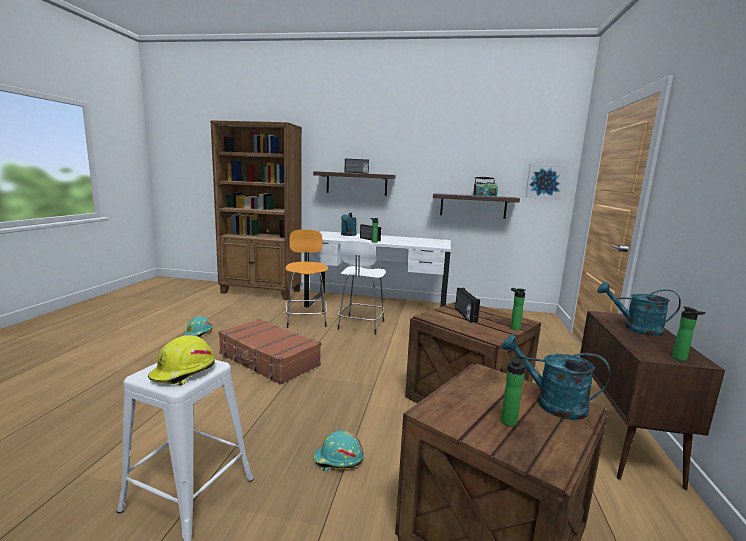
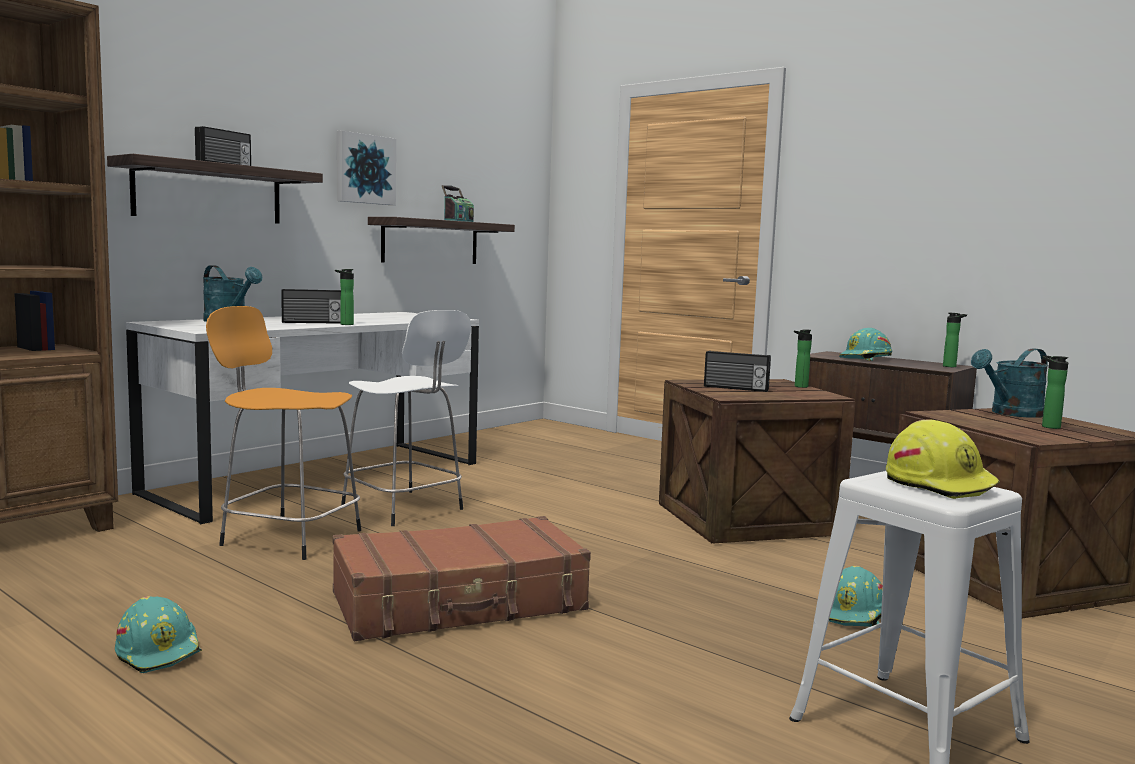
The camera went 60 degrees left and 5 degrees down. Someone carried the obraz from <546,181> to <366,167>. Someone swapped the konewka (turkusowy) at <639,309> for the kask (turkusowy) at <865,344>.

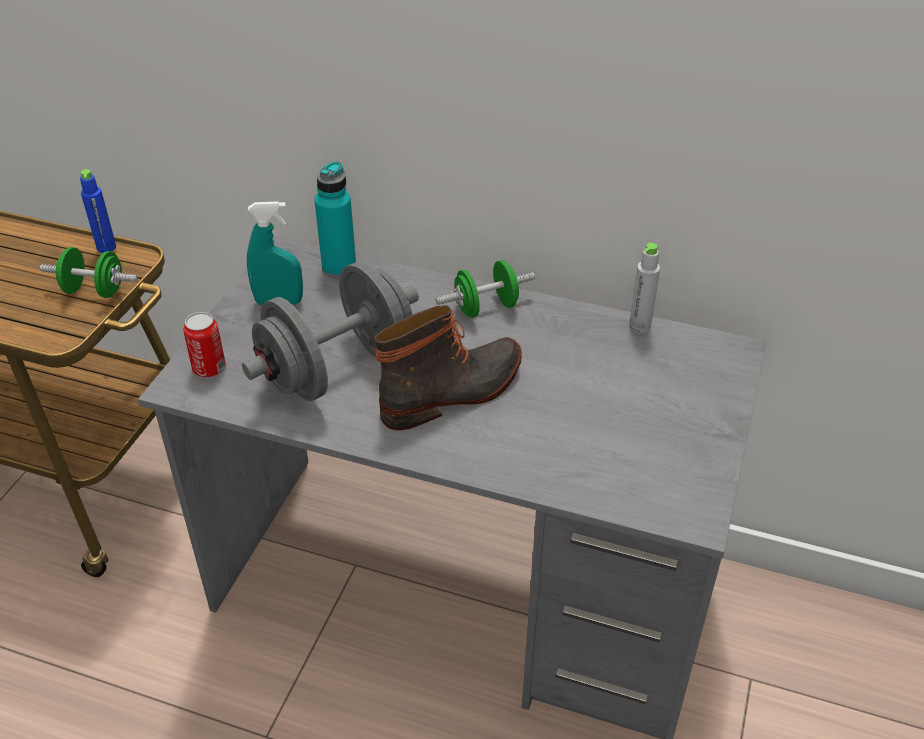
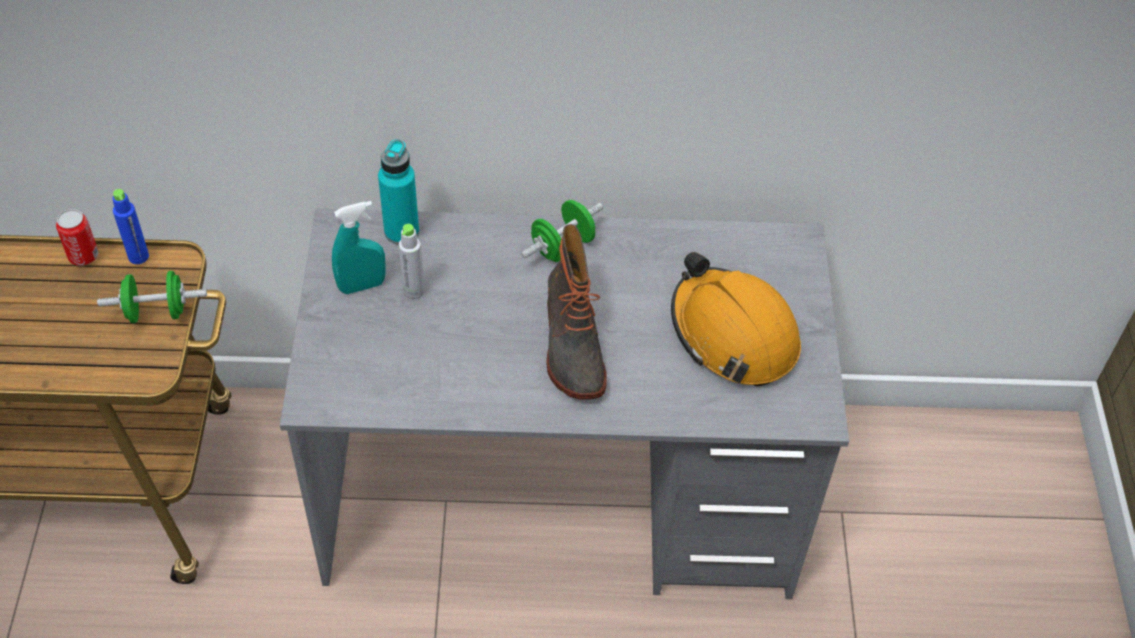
The camera went 20 degrees left and 10 degrees up. Someone carried the puszka from <204,344> to <77,237>. Someone took away the hantel (szary) at <330,331>. Someone rotated the but z cholewką at <448,368> by 135 degrees clockwise. Someone carried the butelka (szary) from <644,288> to <411,262>. Someone put down the kask (pomarańczowy) at <736,319>.

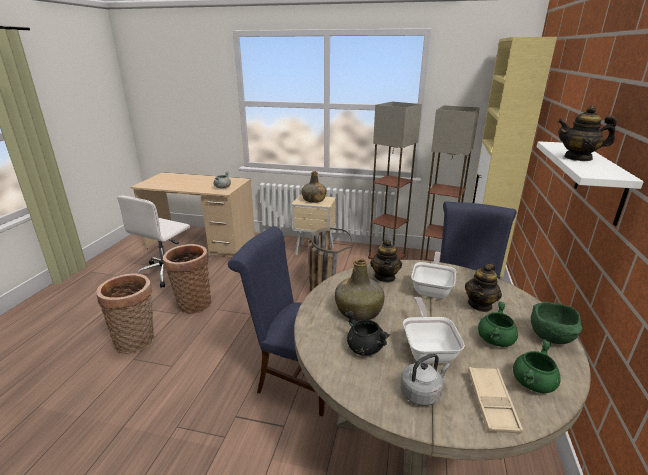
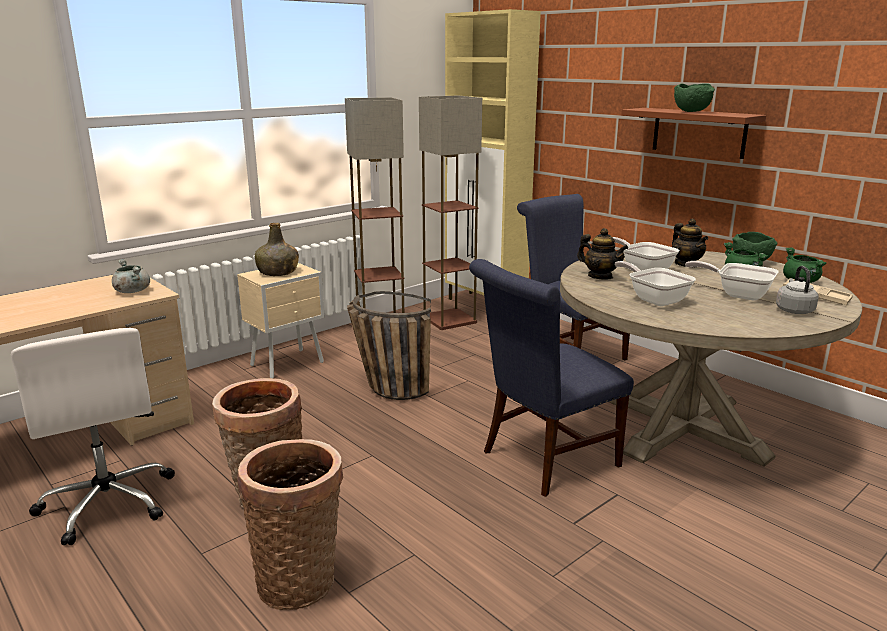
The camera went 55 degrees left and 5 degrees down. Someone swapped the butelka (zielony) at <360,289> for the patelnia at <655,283>. Someone took away the garnek (czarny) at <367,333>. Someone repainted the półka (biały) at <590,183>, which became the półka (brązowy) at <694,133>. Someone swapped the imbryk at <587,133> for the miska (zielony) at <694,97>.

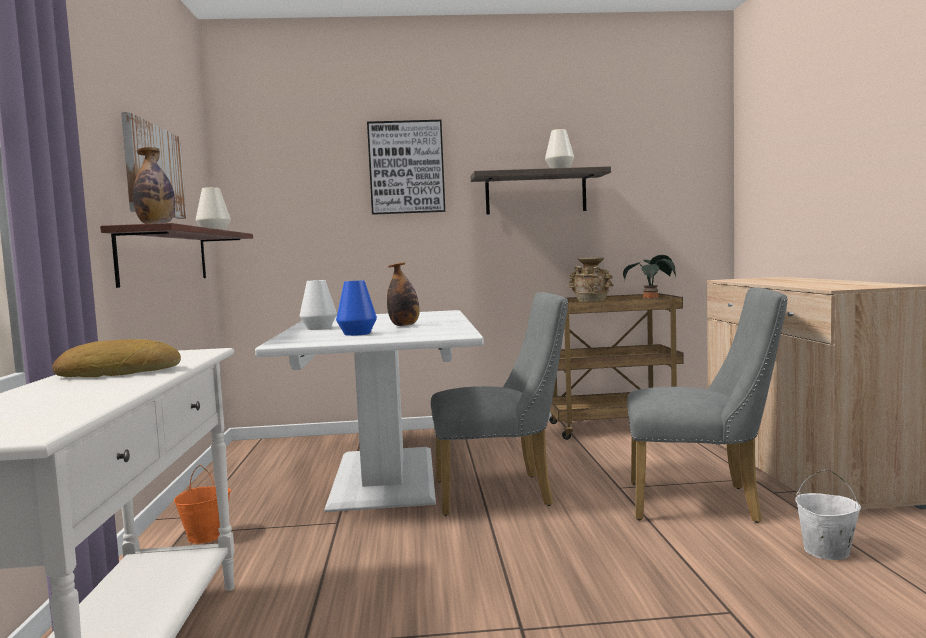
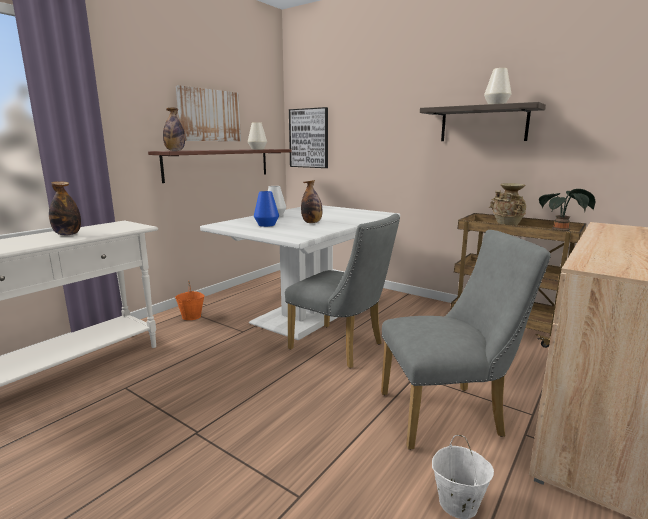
The camera went 40 degrees right and 10 degrees up. Someone swapped the chleb at <116,358> for the butelka at <65,208>. Someone carried the obraz from <406,167> to <308,137>. Someone rotated the krzesło (szary) at <707,405> by 60 degrees counterclockwise.

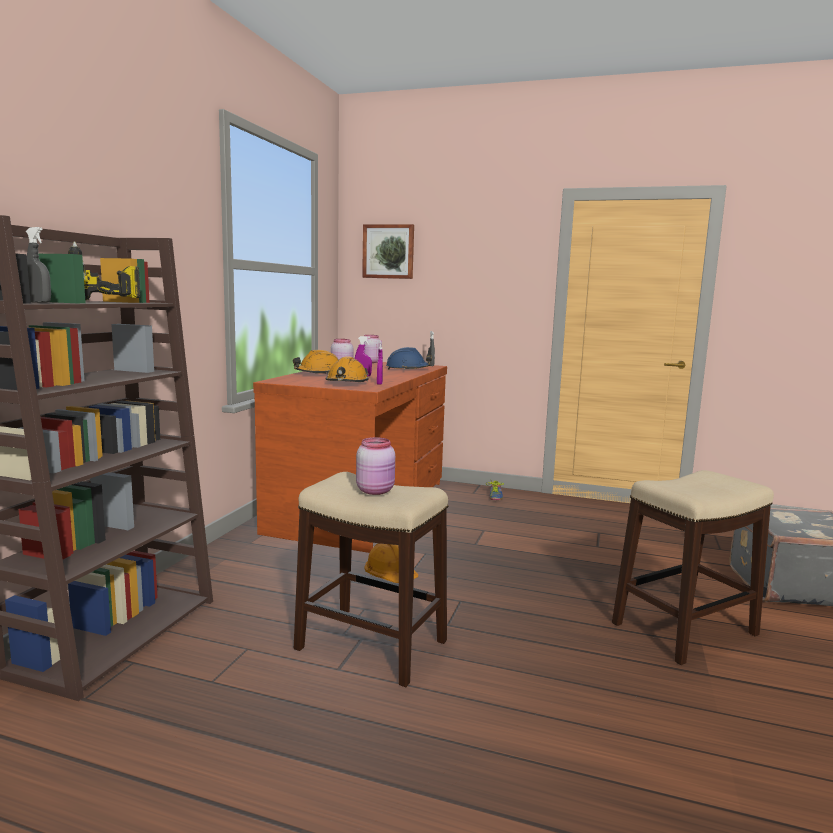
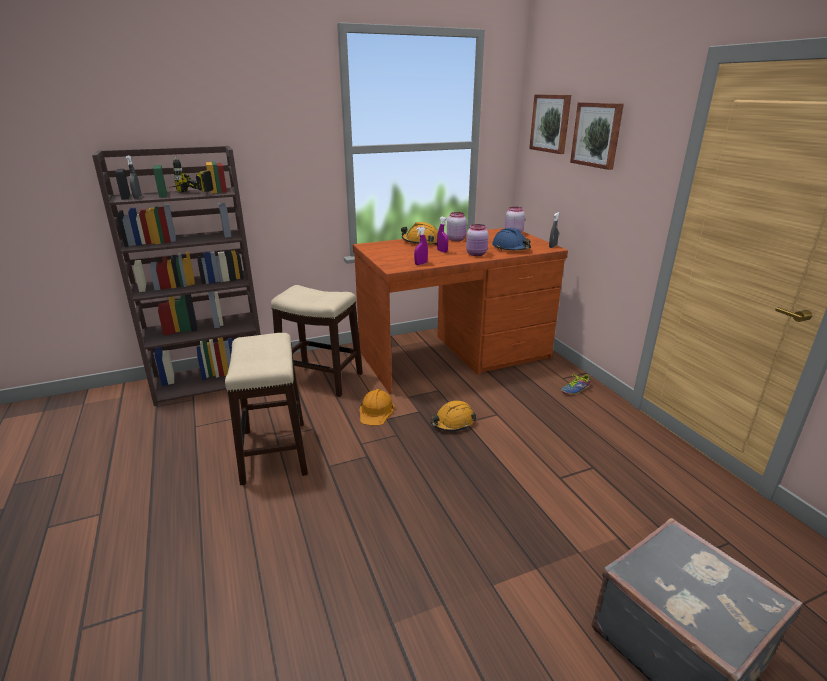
The camera went 50 degrees right and 15 degrees up. Someone carried the kask (pomarańczowy) from <347,369> to <453,415>. Someone carried the słoik (różowy) from <375,466> to <477,240>. Someone carried the stołek from <693,567> to <317,341>. Someone put up the obraz at <597,136>.

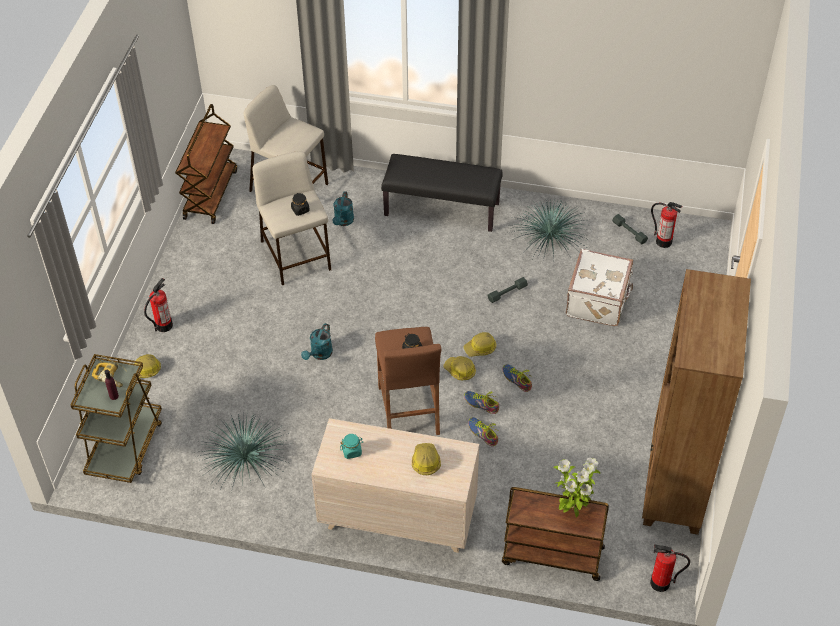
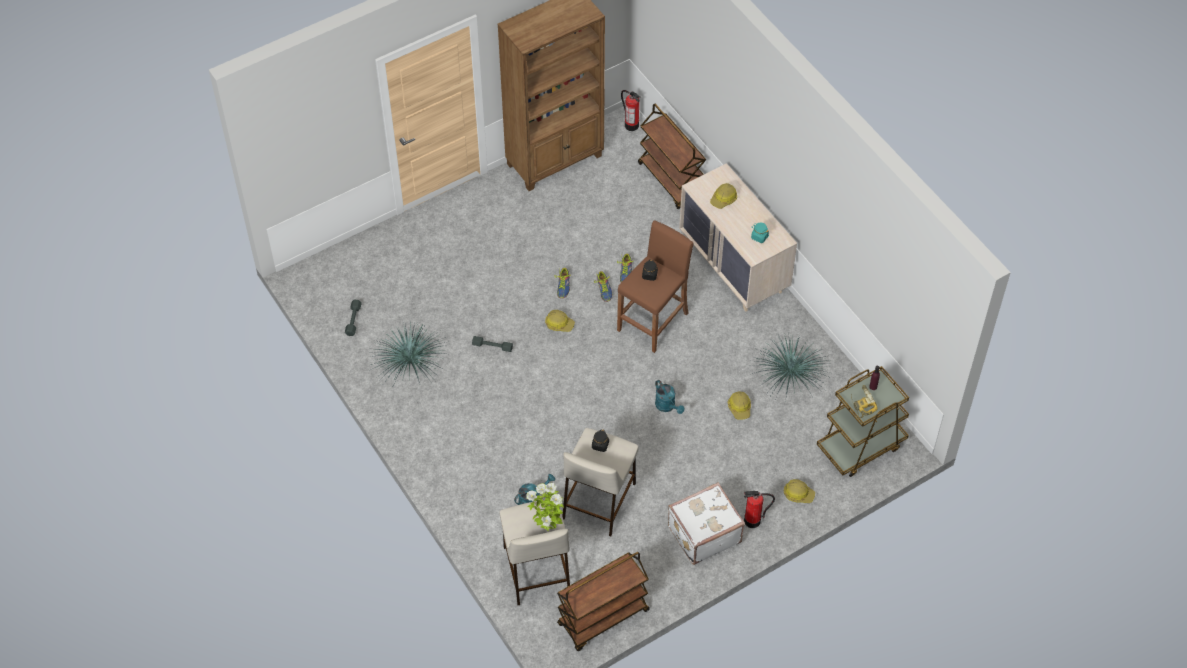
The camera went 135 degrees left and 5 degrees up. Someone rotated the konewka (turkusowy) at <317,341> by 75 degrees clockwise. Someone took away the ławka (czarny) at <442,193>. Someone carried the kask from <459,368> to <739,405>. Someone carried the roślina doniczkowa from <576,488> to <545,507>. Someone carried the walizka (biały) from <599,287> to <706,523>. Someone took away the gaśnica at <666,225>.

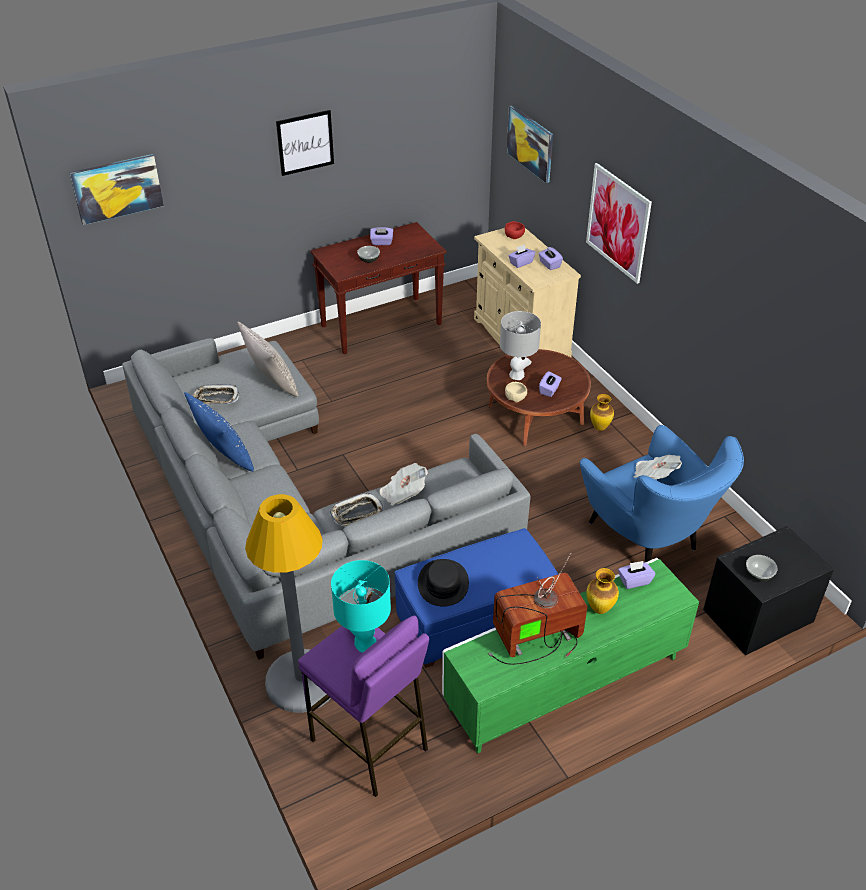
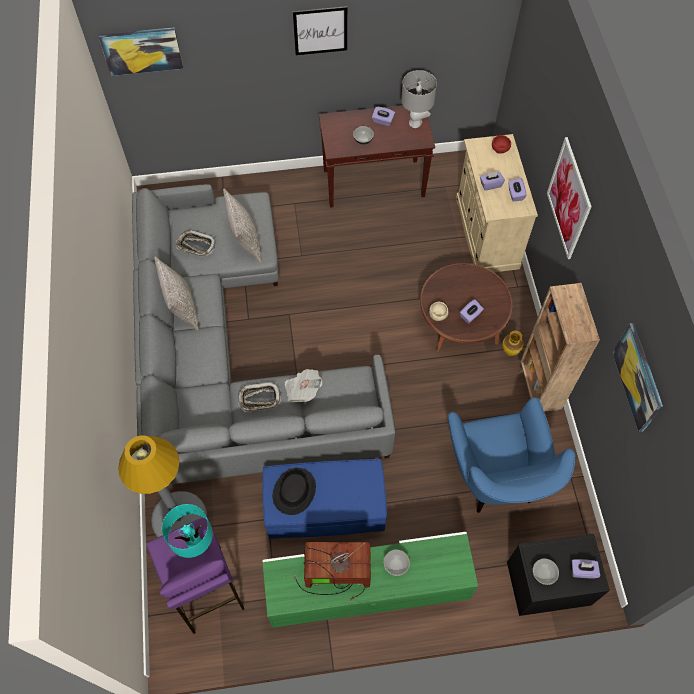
The camera went 20 degrees right and 20 degrees up. Someone repainted the poduszka (niebieski) at <219,432>, which became the poduszka (szary) at <176,293>. Someone carried the lampa stołowa (szary) from <520,345> to <419,99>. Someone carried the obraz from <530,144> to <637,377>. Someone swapped the wazon at <602,591> for the miska at <397,563>. Someone carried the pudełko chusteczek (fioletowy) from <636,575> to <586,569>. Someone took away the gazeta at <657,467>. Someone put down the regał (brązowy) at <558,347>.

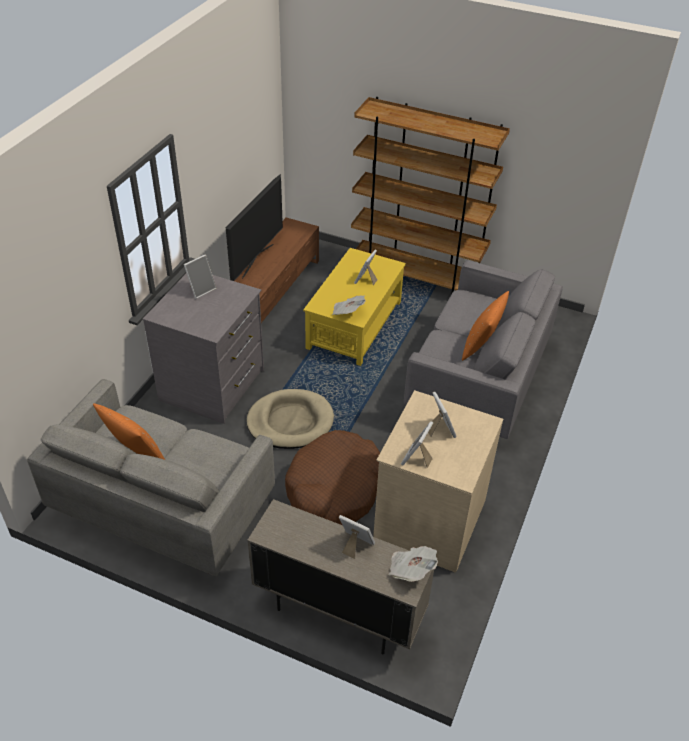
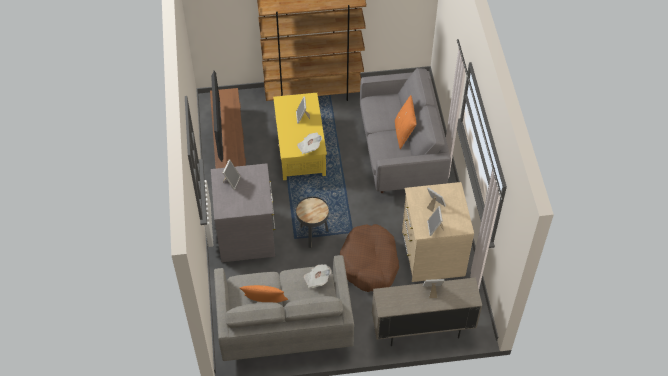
The camera went 30 degrees left and 10 degrees up. Someone swapped the legowisko (beżowy) at <290,419> for the stolik (czarny) at <312,222>. Someone carried the gazeta from <413,564> to <317,276>.

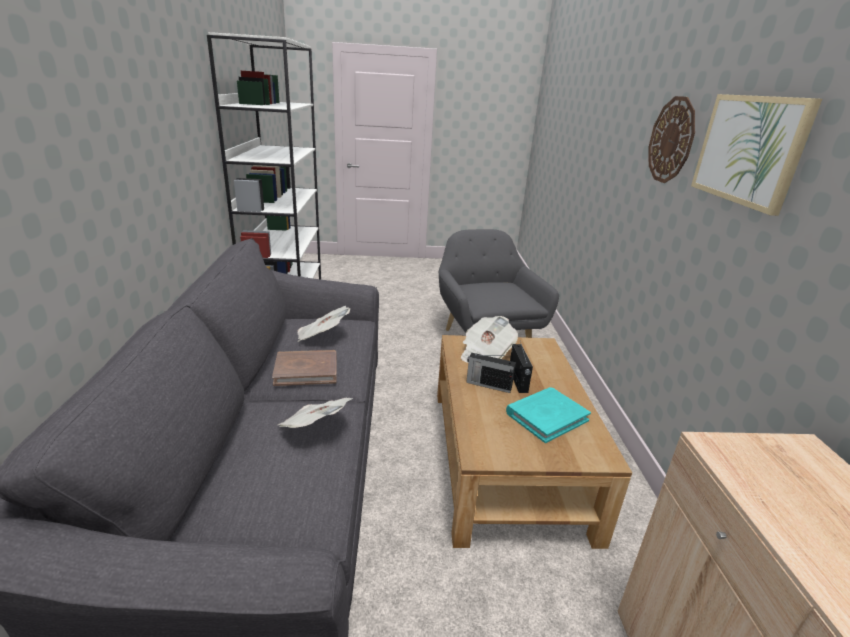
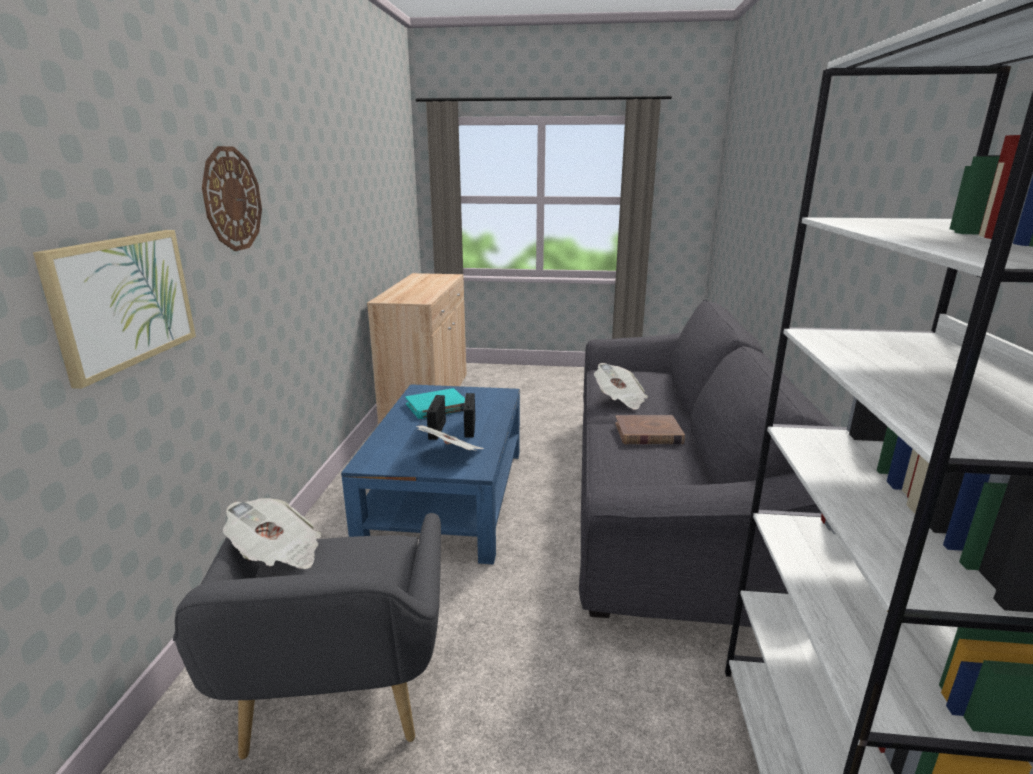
The camera went 170 degrees left and 5 degrees down. Someone carried the gazeta from <324,324> to <272,533>. Someone repainted the ława (brązowy) at <534,442>, which became the ława (niebieski) at <430,474>. Someone rotated the radio at <491,373> by 120 degrees counterclockwise. Someone carried the obraz from <756,155> to <114,309>.

